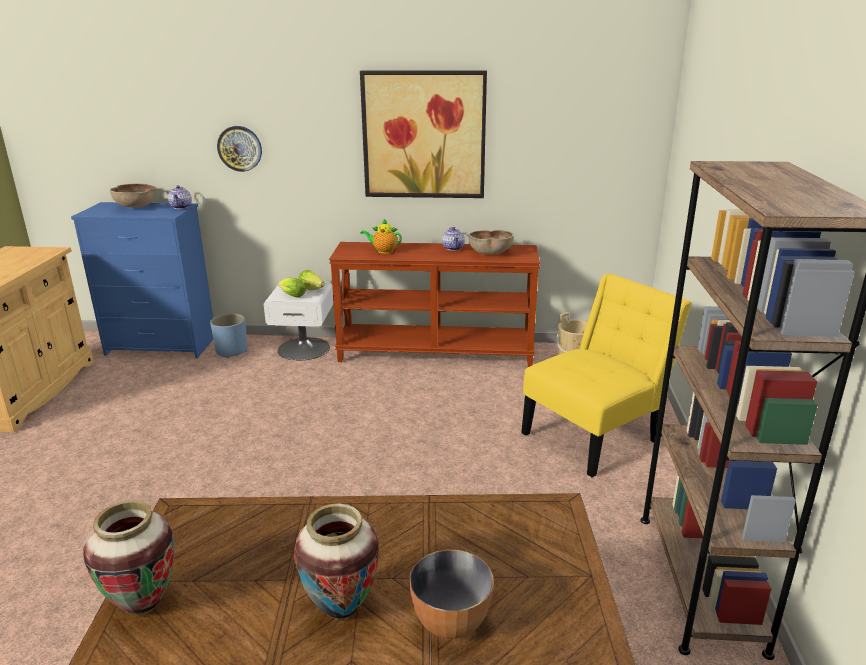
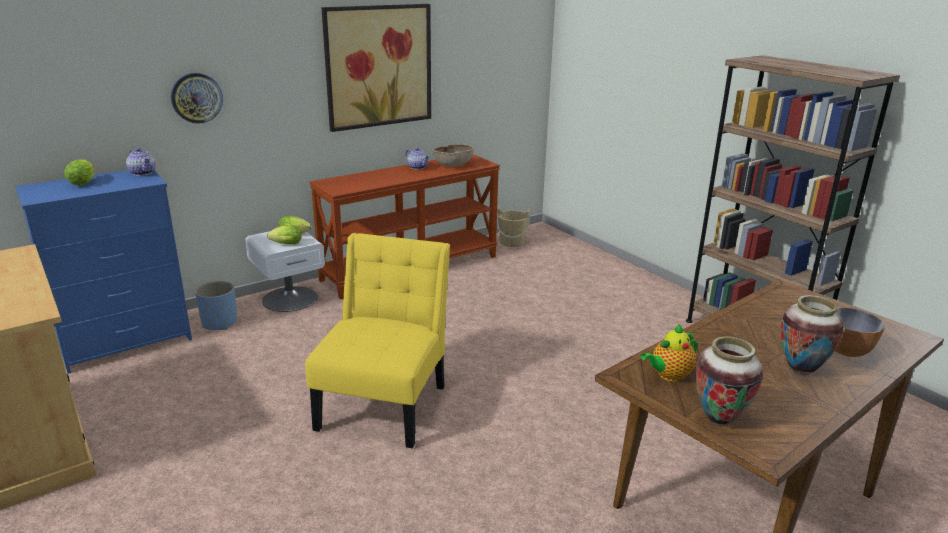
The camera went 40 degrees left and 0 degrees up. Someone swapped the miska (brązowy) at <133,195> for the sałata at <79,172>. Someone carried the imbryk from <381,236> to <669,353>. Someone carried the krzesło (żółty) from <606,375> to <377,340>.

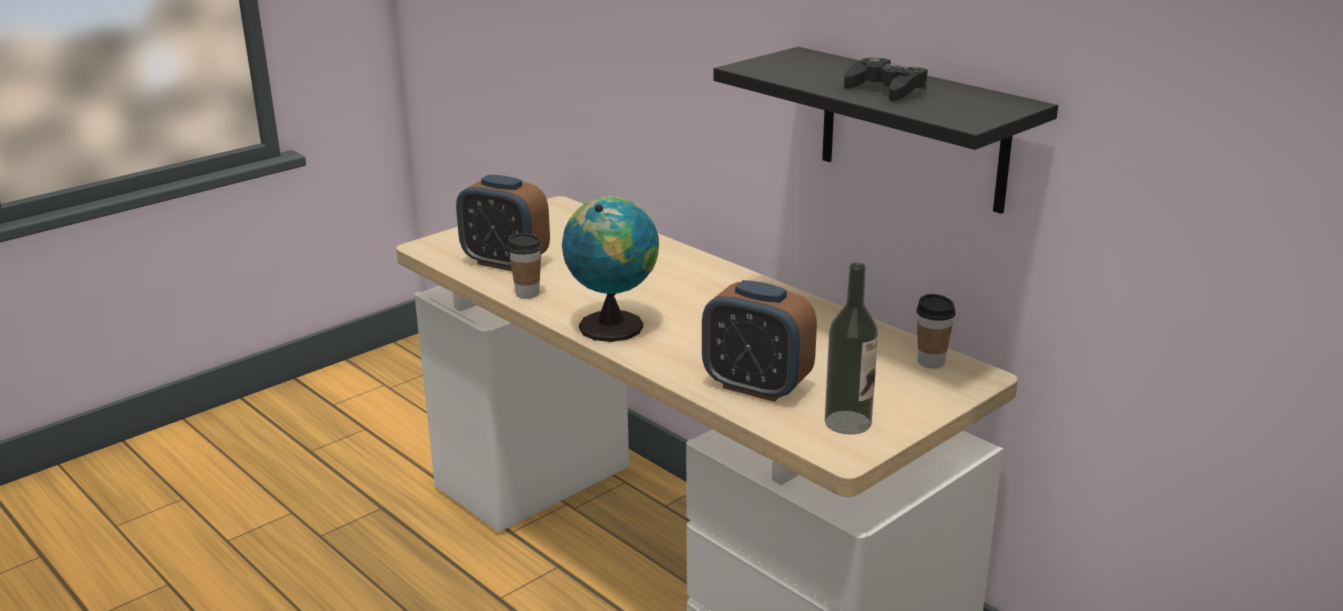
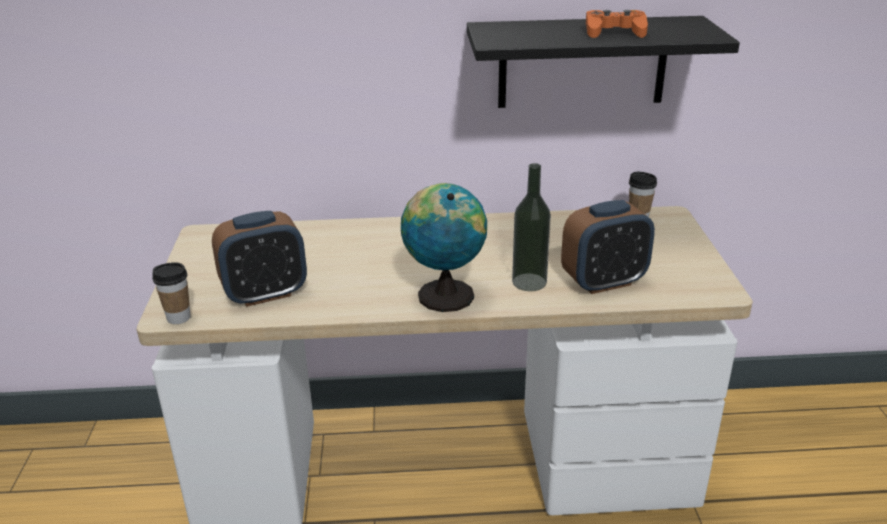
The camera went 50 degrees left and 5 degrees up. Someone carried the filiżanka from <524,266> to <171,293>. Someone carried the butelka from <851,348> to <531,227>. Someone repainted the pad do gier (czarny) at <886,80>, which became the pad do gier (pomarańczowy) at <617,24>.

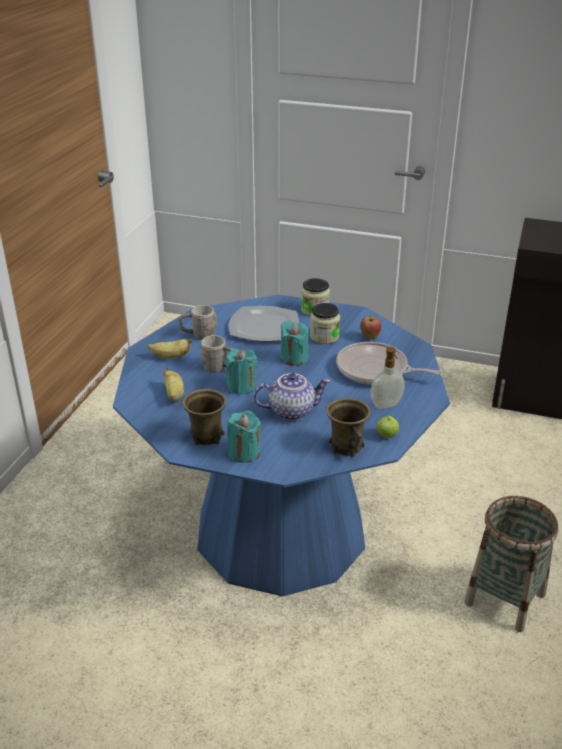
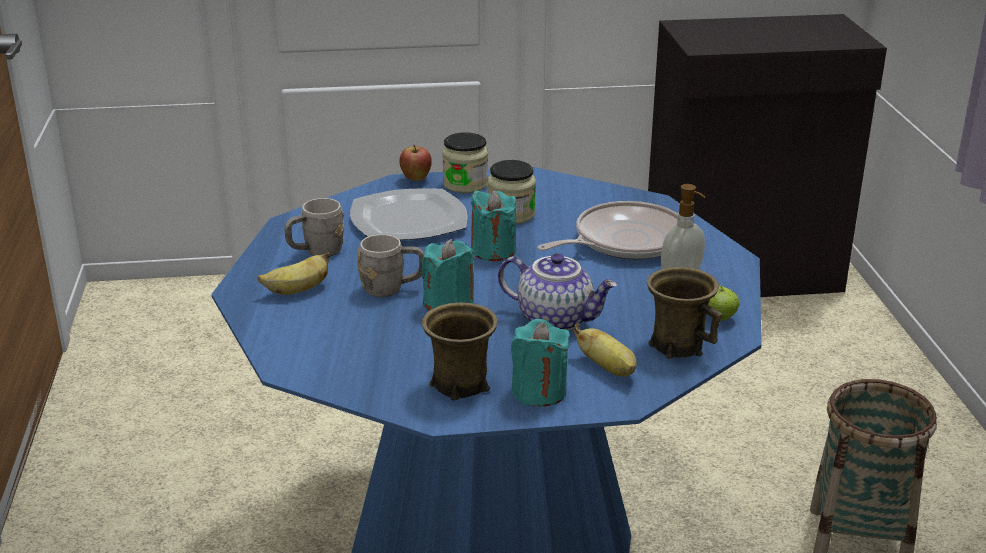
The camera went 25 degrees left and 5 degrees down. Someone carried the banan from <174,384> to <605,350>. Someone rotated the imbryk at <292,397> by 60 degrees clockwise. Someone rotated the patelnia at <389,363> by 150 degrees clockwise. Someone carried the jabłko from <370,328> to <415,163>.

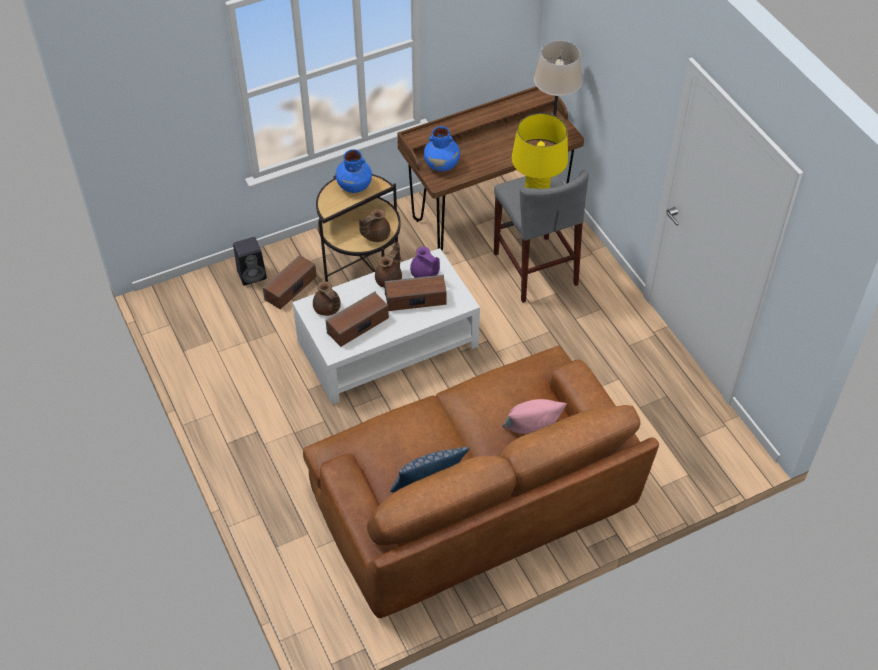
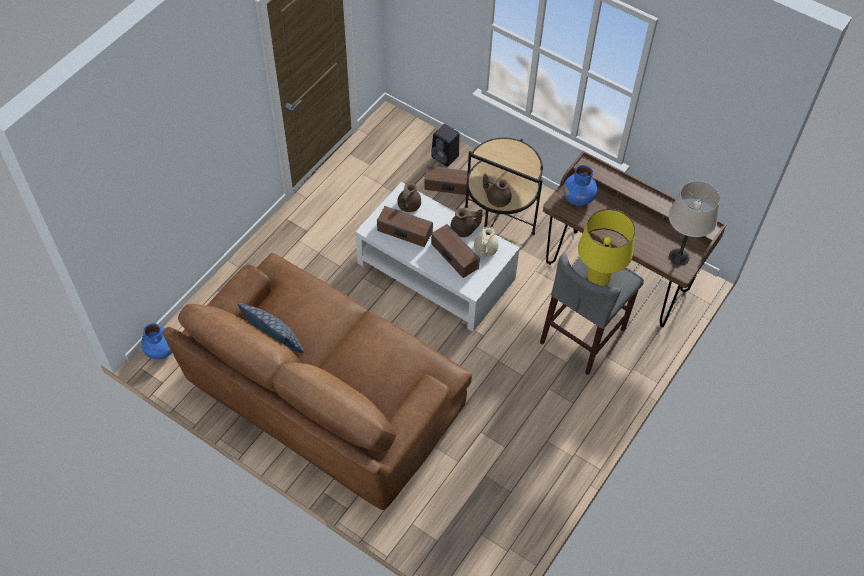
The camera went 60 degrees right and 5 degrees up. Someone carried the wazon (niebieski) from <354,171> to <156,341>. Someone repainted the imbryk (fioletowy) at <425,262>, which became the imbryk (beżowy) at <486,242>. Someone took away the poduszka (różowy) at <534,416>.

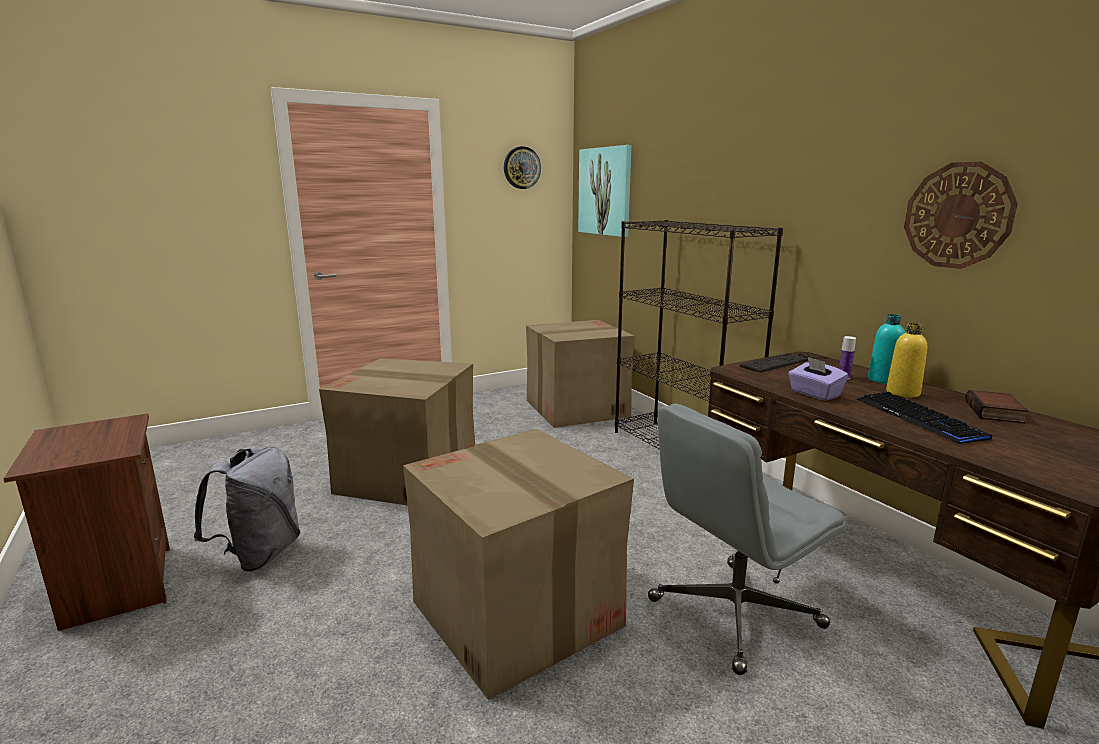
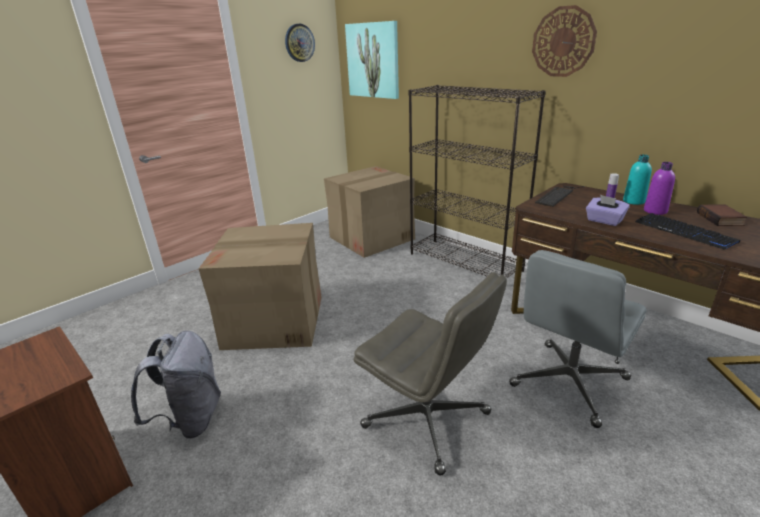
The camera went 15 degrees left and 10 degrees up. Someone swapped the karton at <518,564> for the krzesło biurowe (szary) at <430,373>. Someone repainted the butelka (żółty) at <906,360>, which became the butelka (fioletowy) at <659,188>. Someone carried the zegar ścienny from <961,215> to <564,41>.

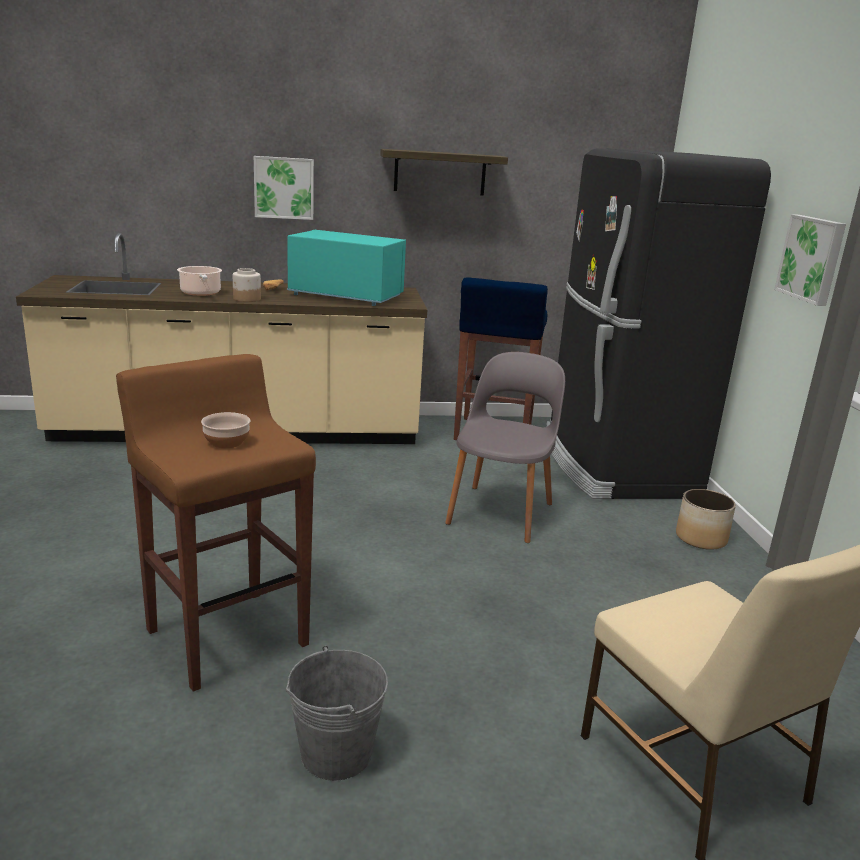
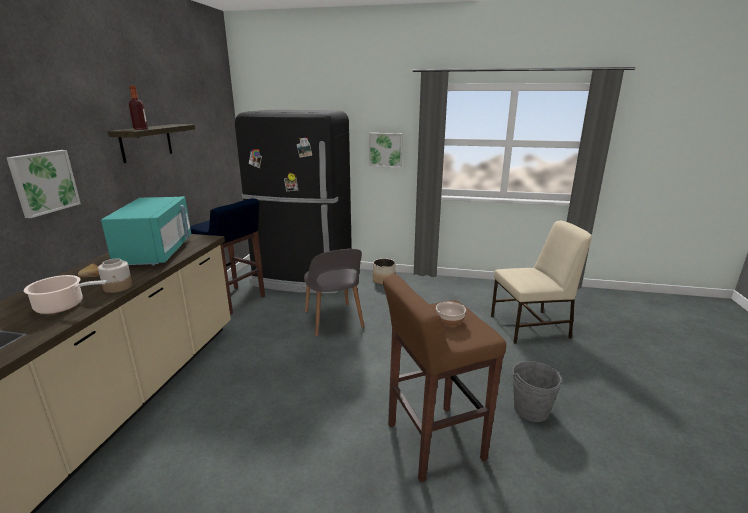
The camera went 70 degrees left and 0 degrees up. Someone rotated the mikrofalówka (turkusowy) at <346,268> by 135 degrees clockwise. Someone rotated the krzesło (szary) at <505,447> by 150 degrees counterclockwise. Someone put down the butelka at <138,108>.

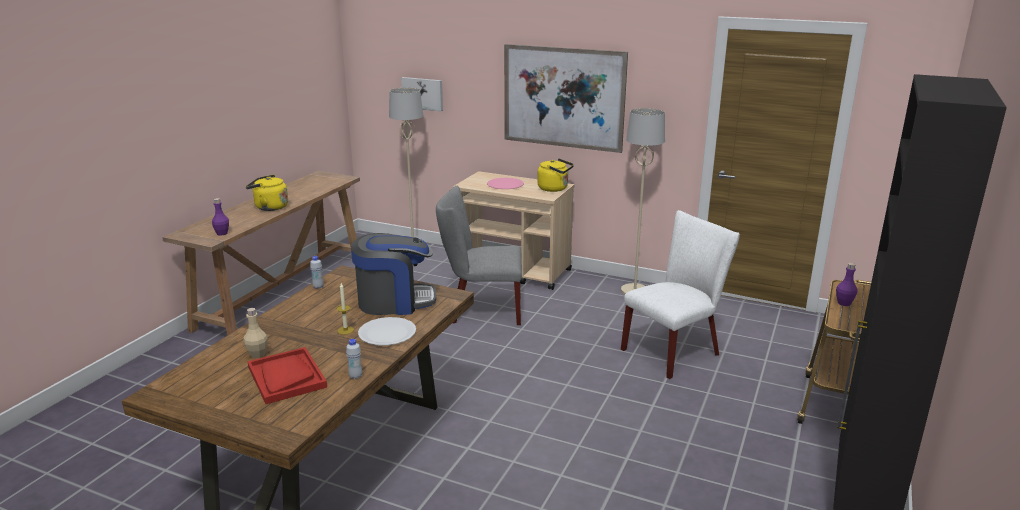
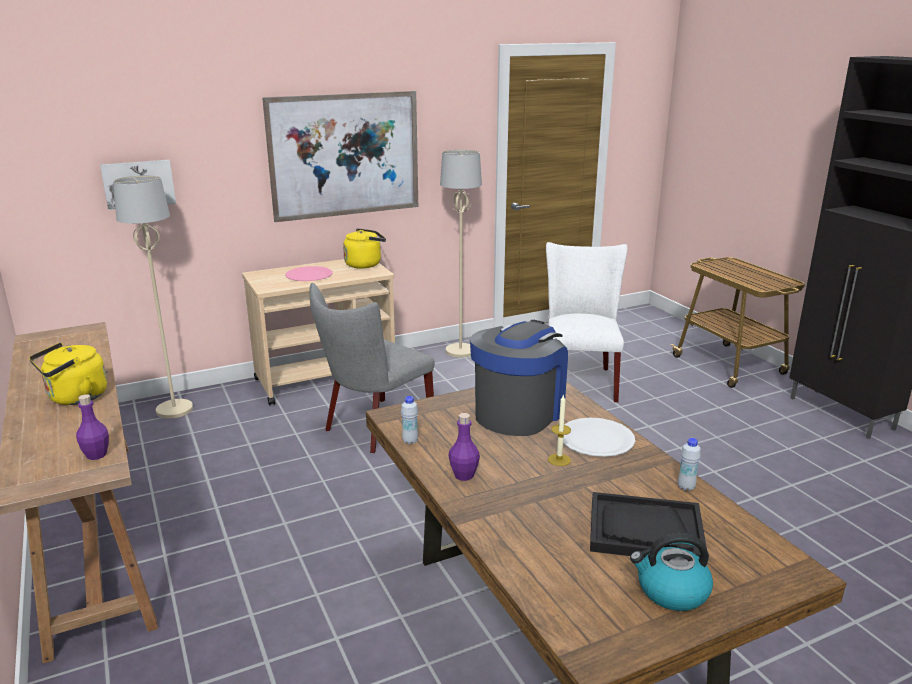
The camera went 50 degrees left and 0 degrees up. Someone took away the butelka (beżowy) at <255,333>. Someone repainted the taca (czerwony) at <287,375>, which became the taca (czarny) at <648,525>. Someone carried the butelka (fioletowy) from <847,284> to <464,447>. Someone put down the czajnik at <671,572>.

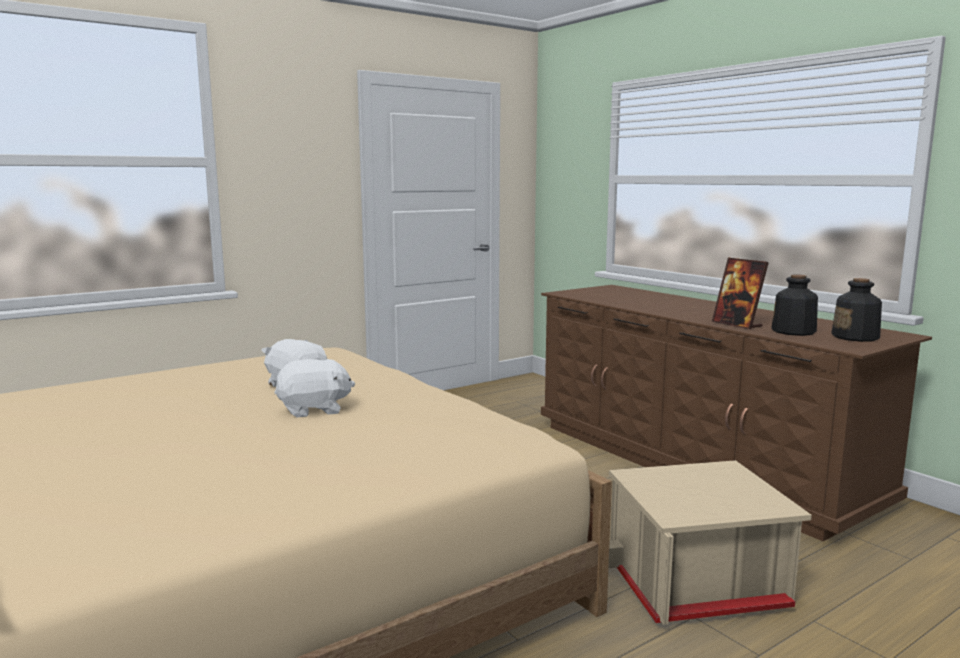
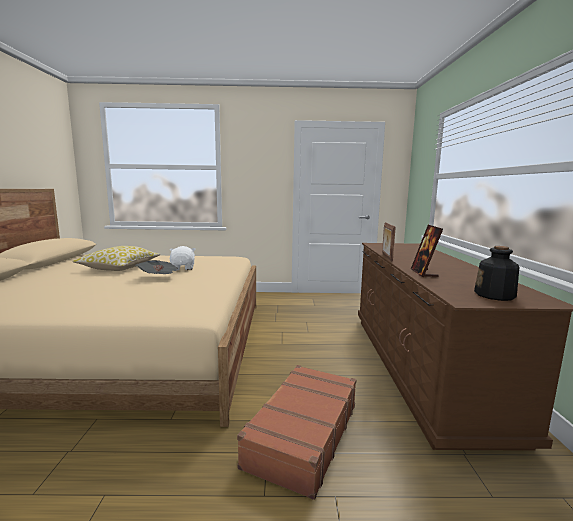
The camera went 35 degrees right and 0 degrees up. Someone swapped the pluszak (biały) at <314,388> for the gazeta at <156,267>. Someone swapped the pojemnik do przechowywania (beżowy) at <710,542> for the walizka (brązowy) at <296,432>. Someone took away the butelka at <794,305>. Someone put down the poduszka at <116,258>. Someone put down the ramka na zdjęcie at <389,242>.

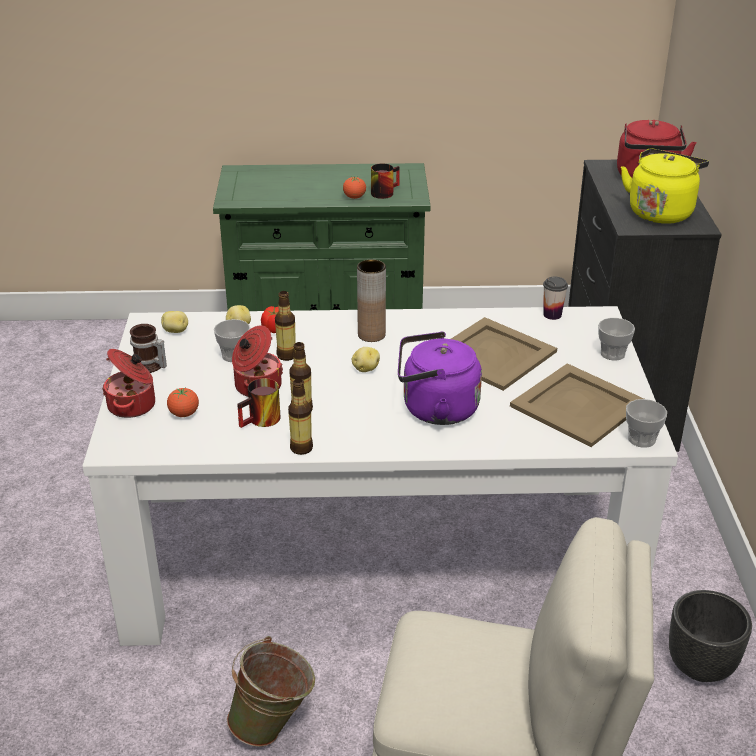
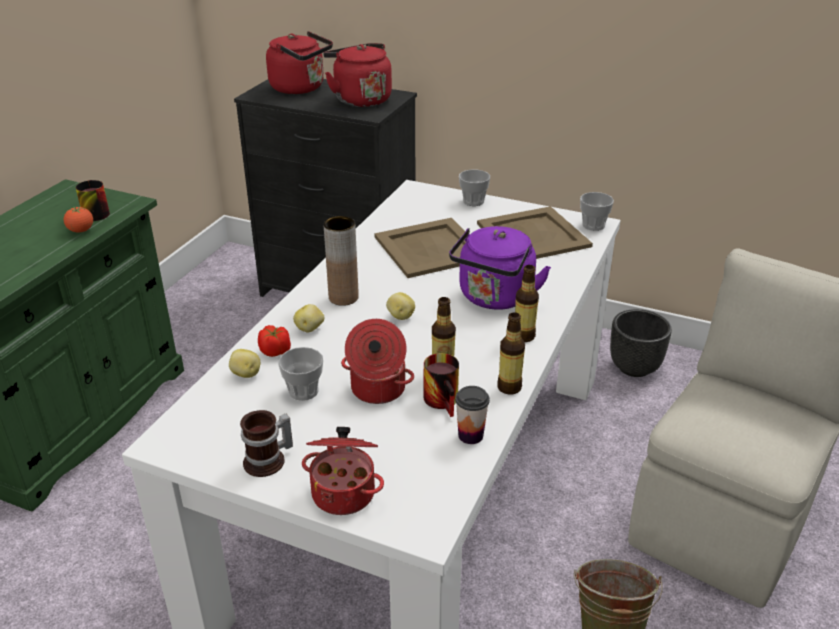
The camera went 65 degrees left and 0 degrees up. Someone carried the ziemniak from <174,322> to <308,318>. Someone took away the pomidor at <183,402>. Someone carried the butelka from <285,326> to <527,303>. Someone carried the filiżanka from <555,298> to <472,415>. Someone repainted the czajnik (żółty) at <665,186>, which became the czajnik (czerwony) at <357,75>.

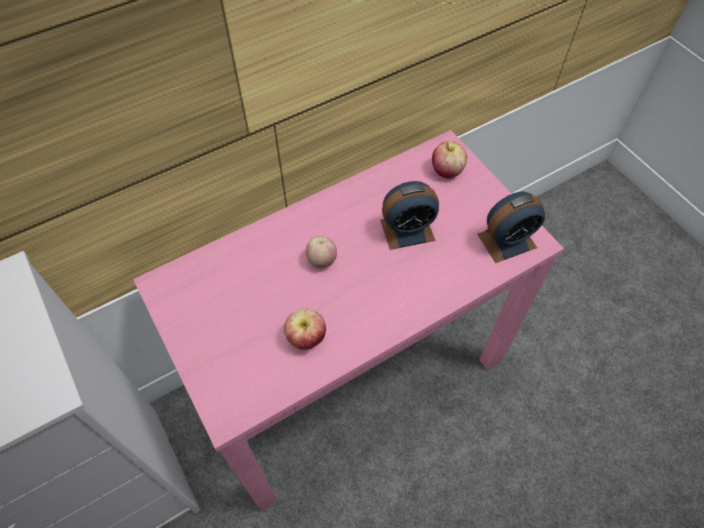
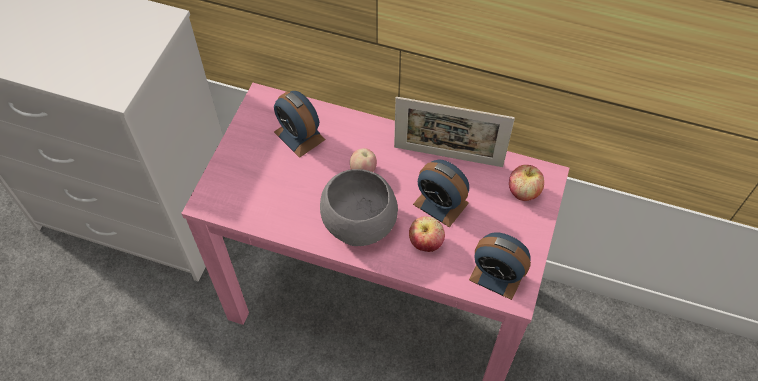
The camera went 50 degrees right and 0 degrees up. Someone carried the jabłko from <305,329> to <427,234>. Someone put down the budzik at <300,124>. Someone put down the miska (szary) at <359,207>. Someone put down the ramka na zdjęcie at <454,132>.

